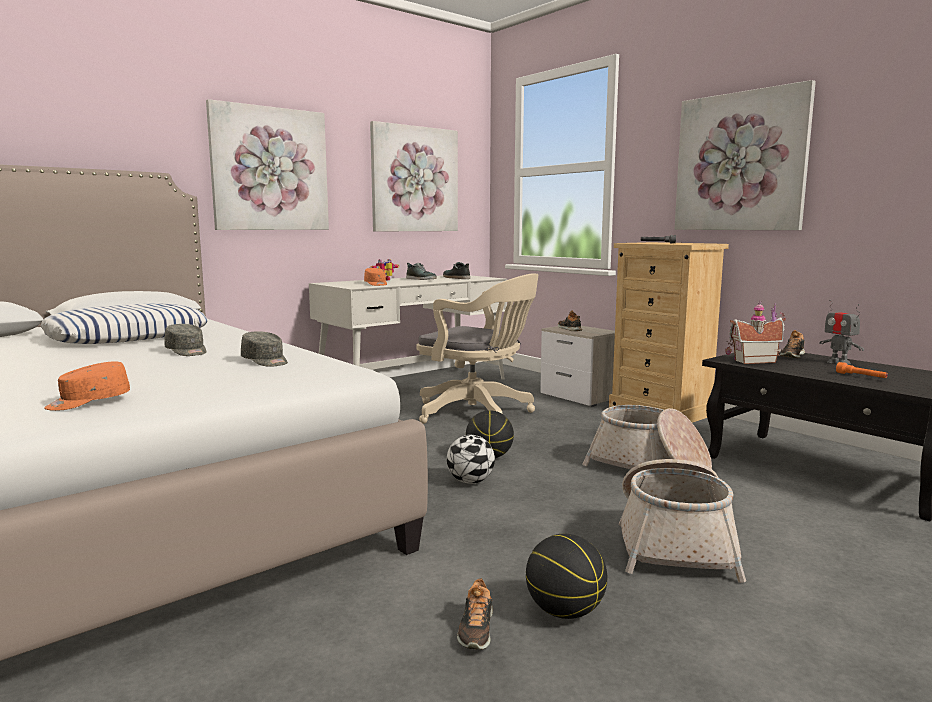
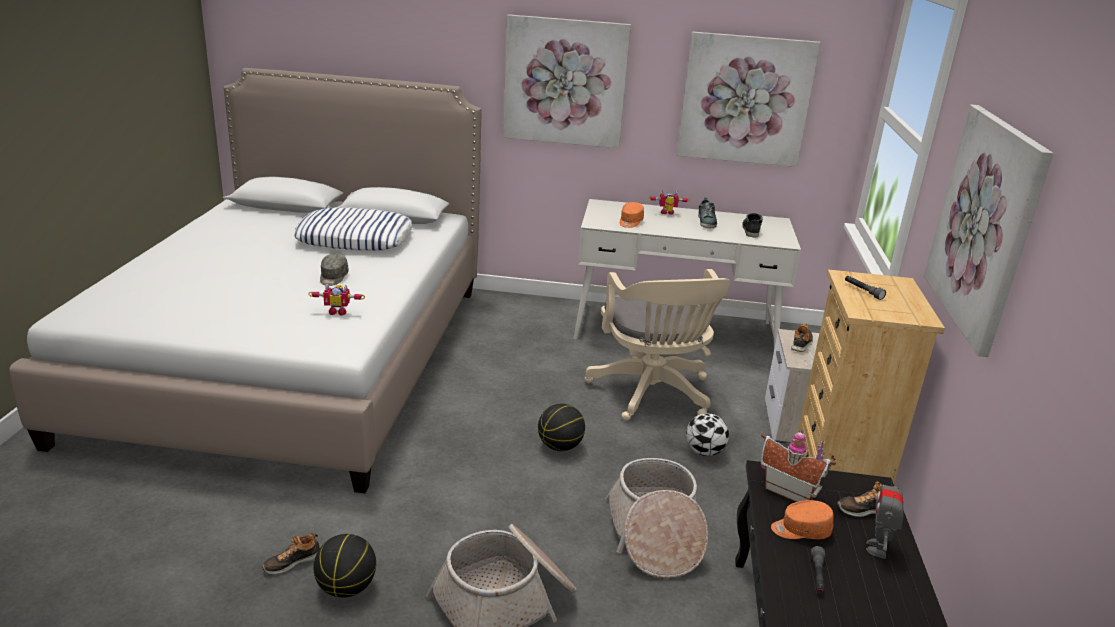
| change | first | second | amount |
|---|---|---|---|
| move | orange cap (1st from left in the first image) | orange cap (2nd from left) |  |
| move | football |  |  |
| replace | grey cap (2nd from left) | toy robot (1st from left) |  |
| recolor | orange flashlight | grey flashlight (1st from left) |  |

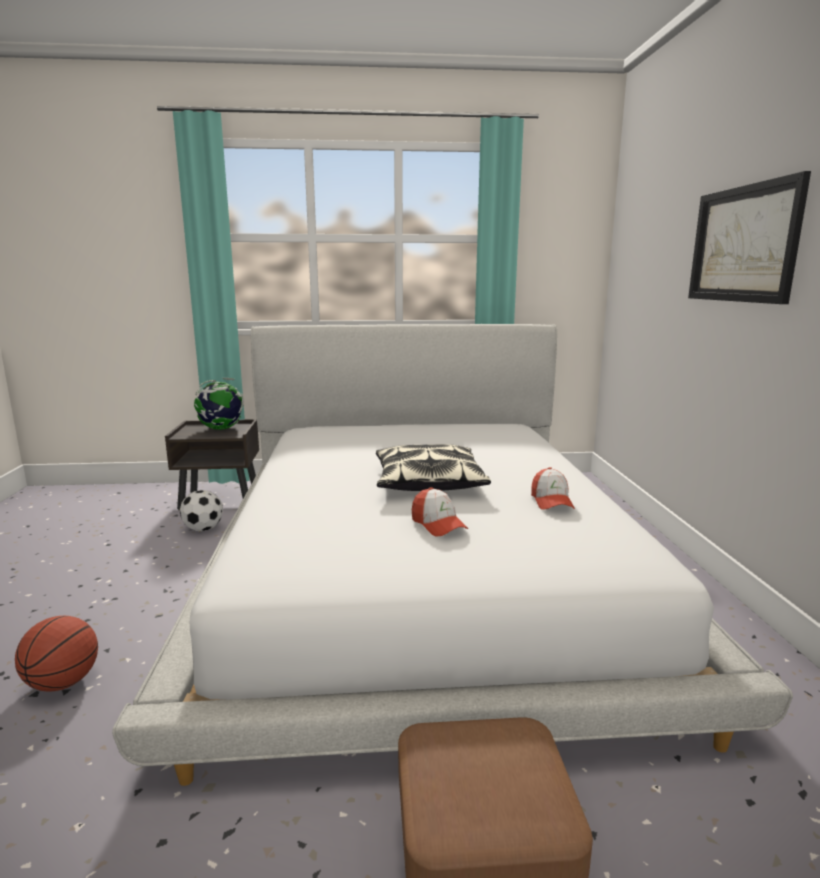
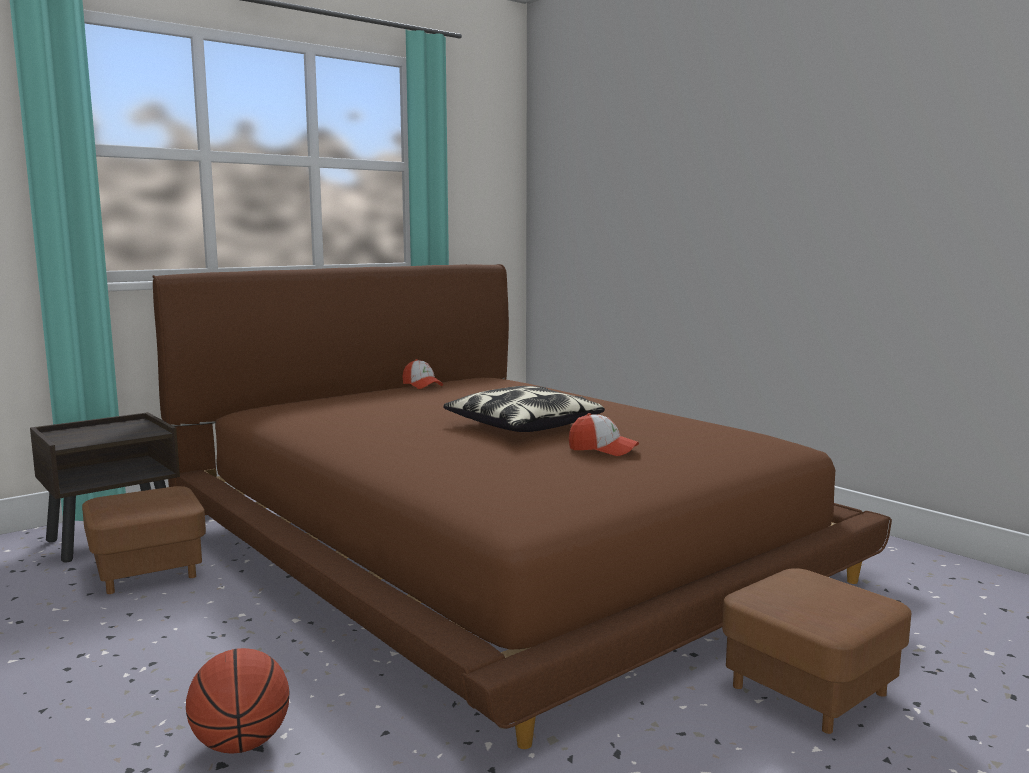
| change | first | second | amount |
|---|---|---|---|
| delete | globe |  |  |
| delete | picture |  |  |
| move | cap (2nd from left in the first image) | cap (1st from left) |  |
| replace | football | brown ottoman (1st from left) |  |
| recolor | white bed | brown bed |  |

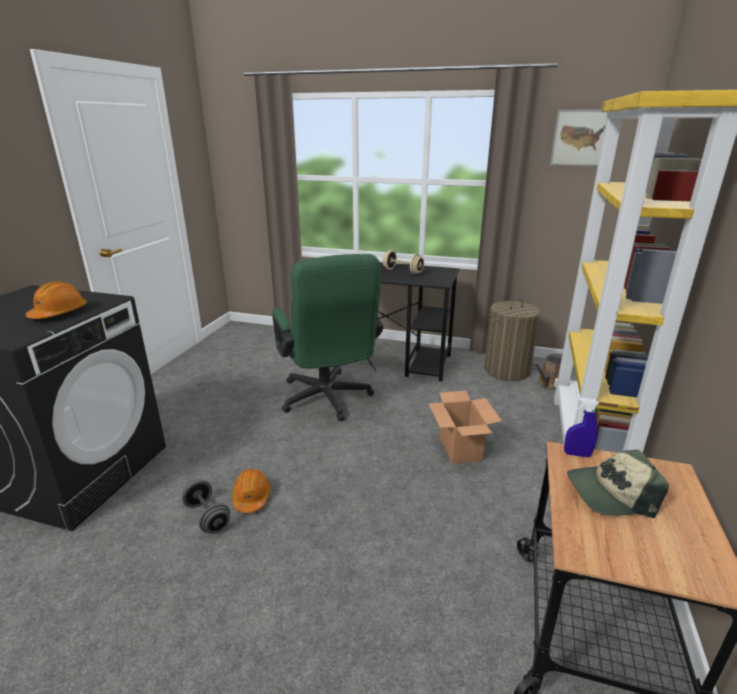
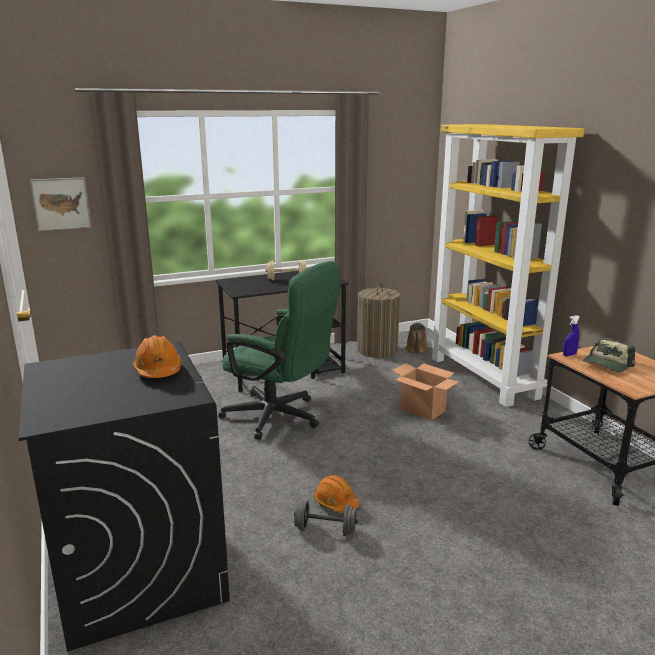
| change | first | second | amount |
|---|---|---|---|
| move | picture |  |  |

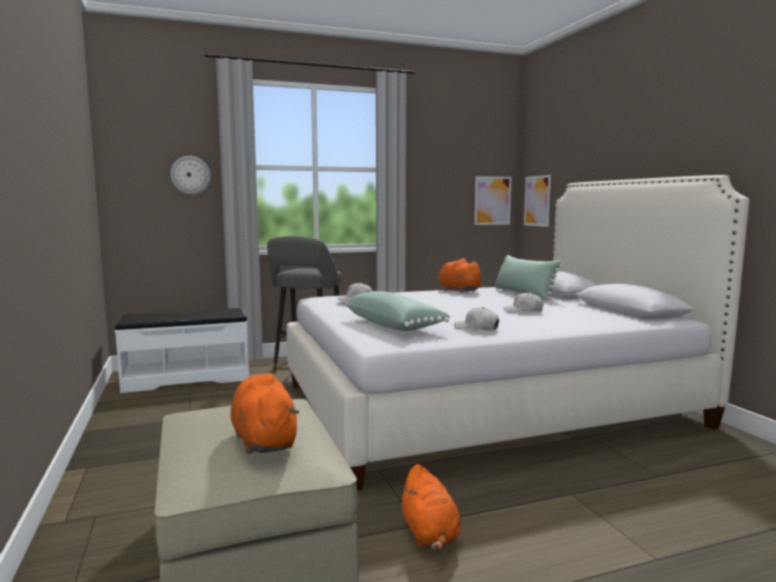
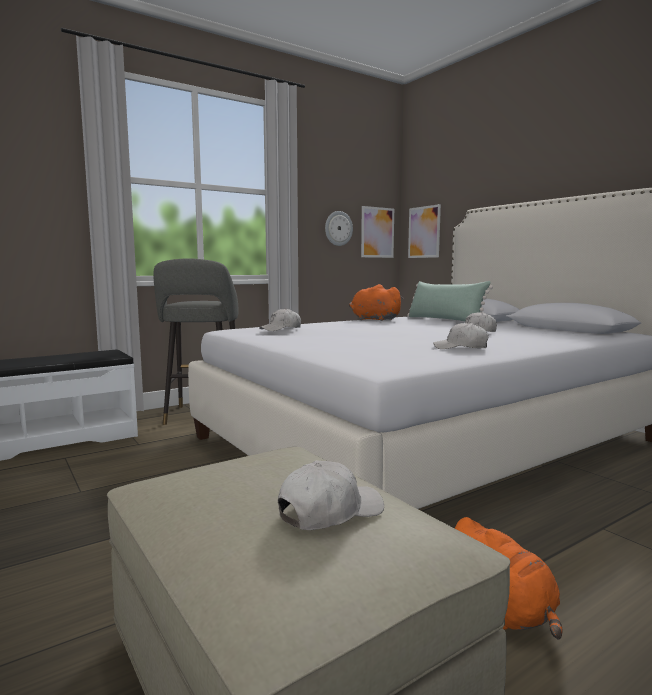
| change | first | second | amount |
|---|---|---|---|
| delete | green pillow (1st from left) |  |  |
| move | wall clock |  |  |
| replace | orange plush toy (1st from left) | white cap (2nd from left) |  |

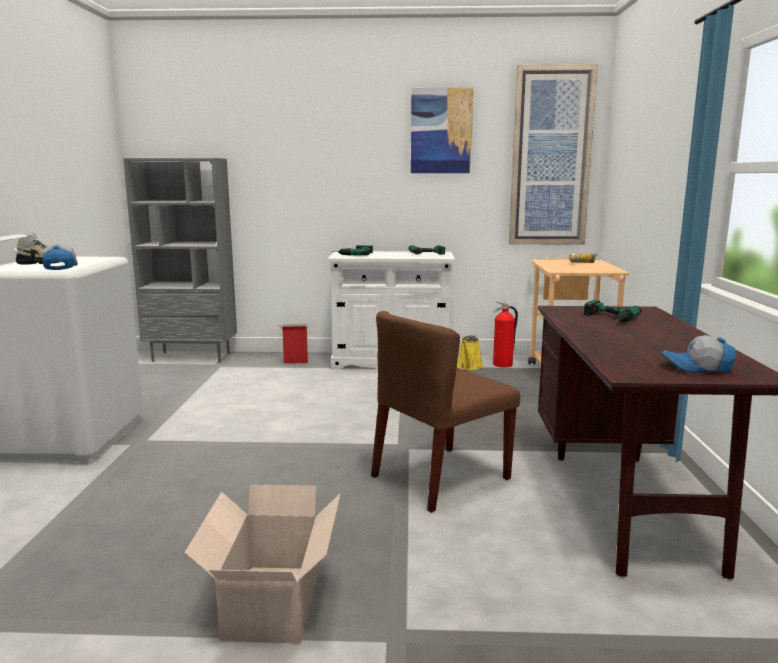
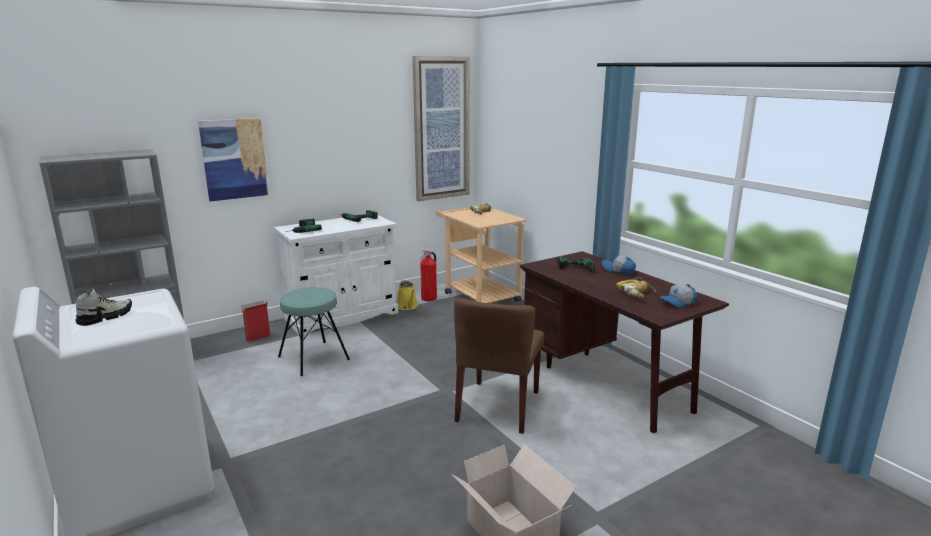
| change | first | second | amount |
|---|---|---|---|
| insert |  | turquoise stool |  |
| insert |  | power drill (5th from left) |  |
| move | cap (1st from left) |  |  |
| move | picture (1st from left) |  |  |

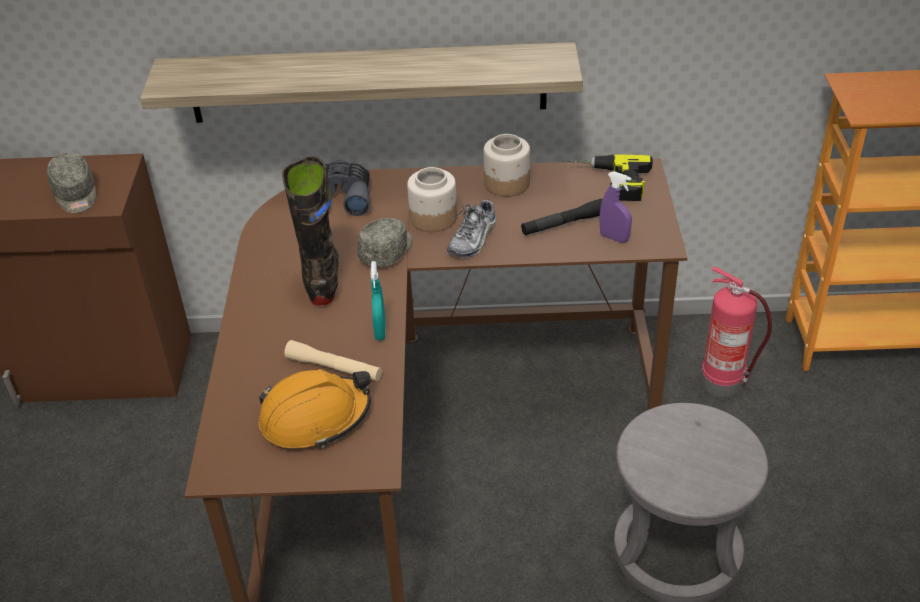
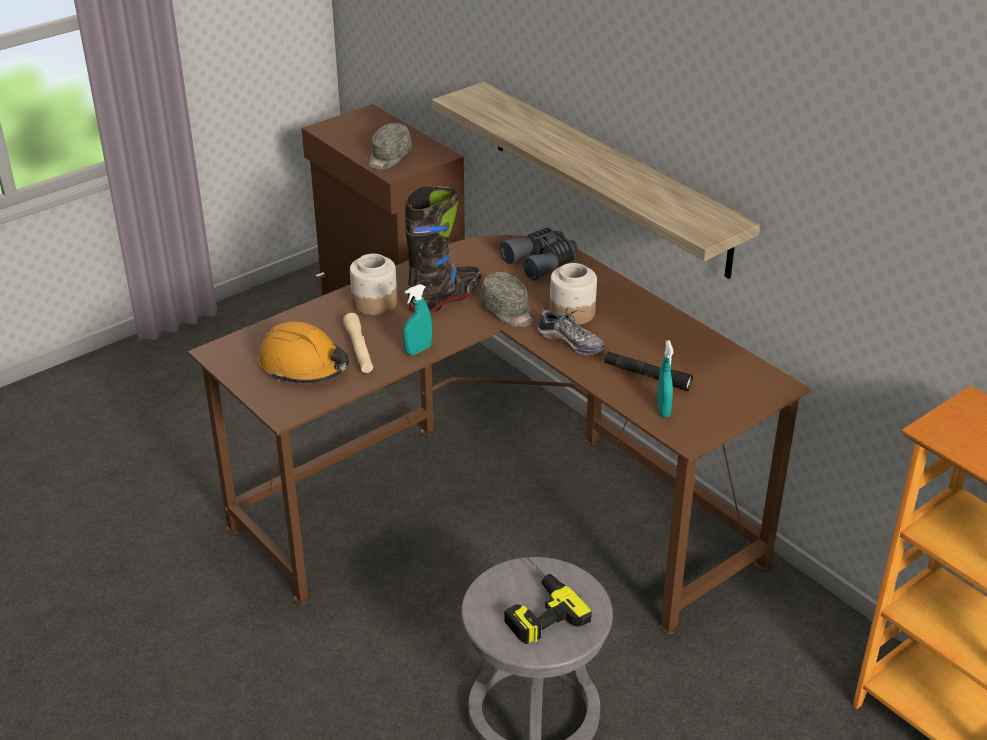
| change | first | second | amount |
|---|---|---|---|
| delete | fire extinguisher |  |  |
| move | jar (2nd from left in the first image) | jar (1st from left) |  |
| move | power drill |  |  |
| recolor | purple spray bottle | turquoise spray bottle (2nd from left) |  |
| rotate | grey cap (2nd from left) |  | 60 degrees clockwise |
| rotate | shoe |  | 135 degrees counterclockwise |

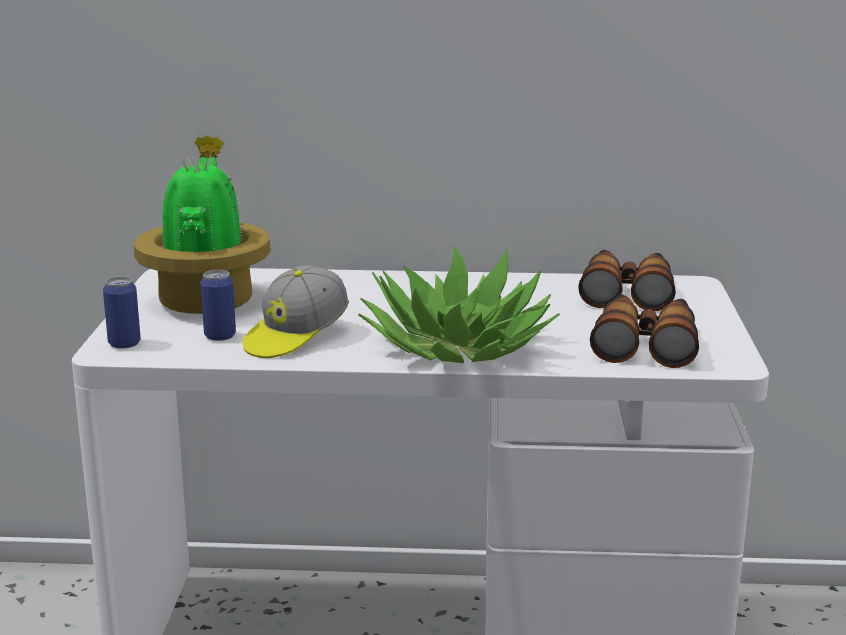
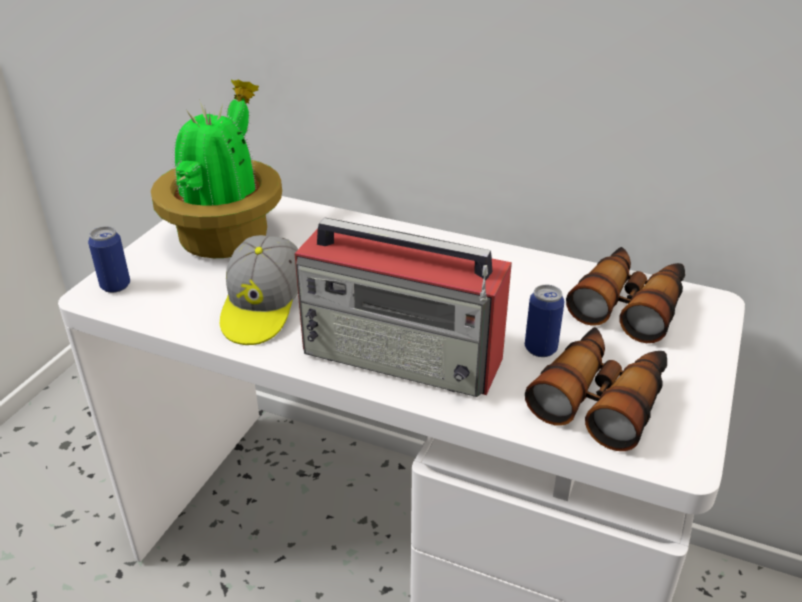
| change | first | second | amount |
|---|---|---|---|
| move | can (2nd from left) |  |  |
| replace | potted plant (2nd from left) | radio |  |
| rotate | cap |  | 45 degrees counterclockwise |

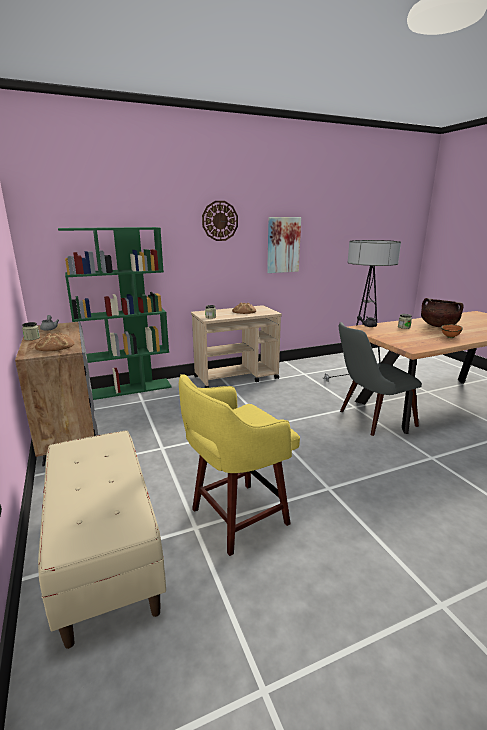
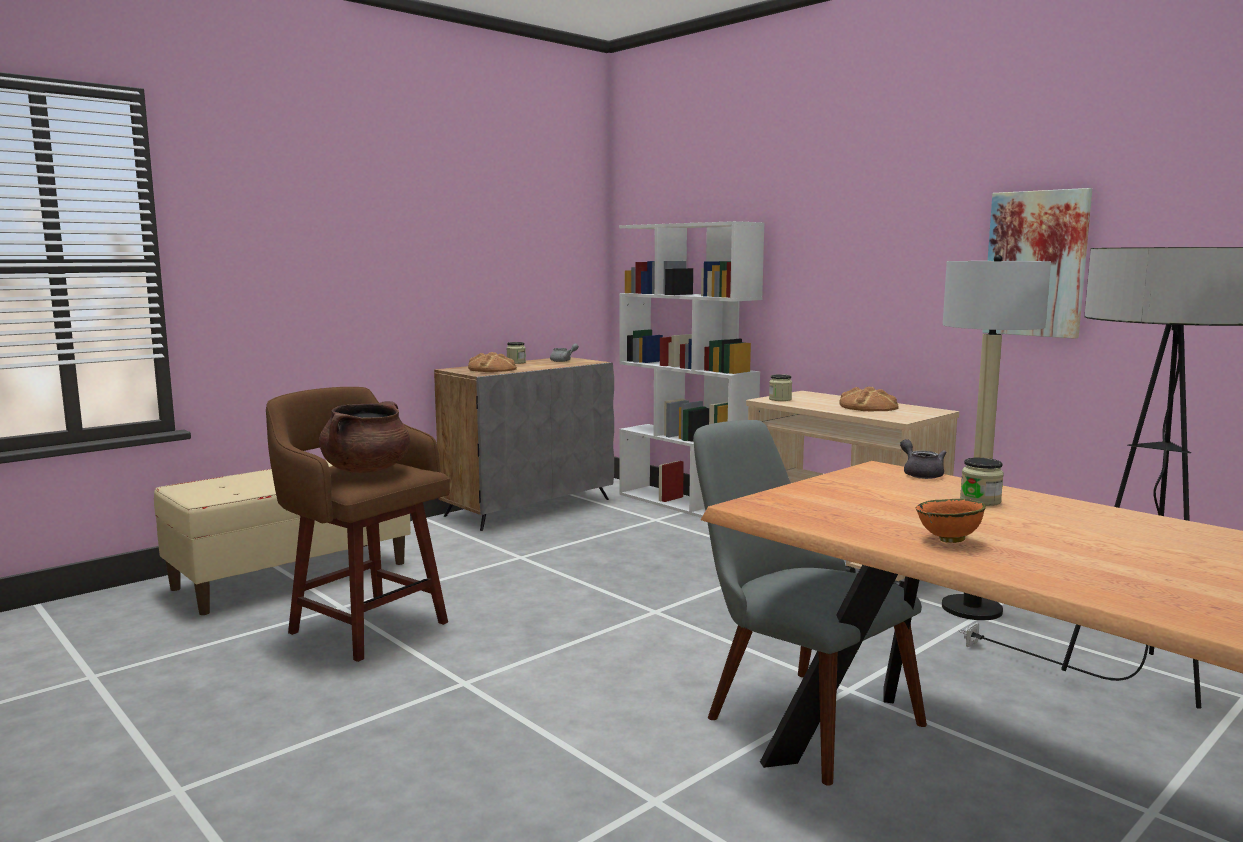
| change | first | second | amount |
|---|---|---|---|
| delete | wall clock |  |  |
| insert |  | floor lamp (1st from left) |  |
| move | brown cooking pot |  |  |
| recolor | green bookcase | white bookcase |  |
| recolor | yellow stool | brown stool |  |

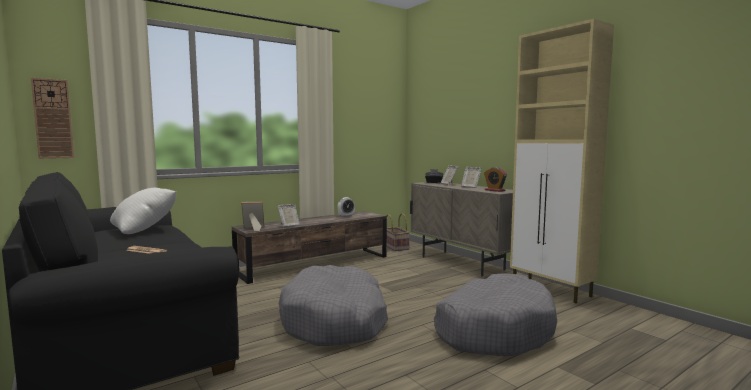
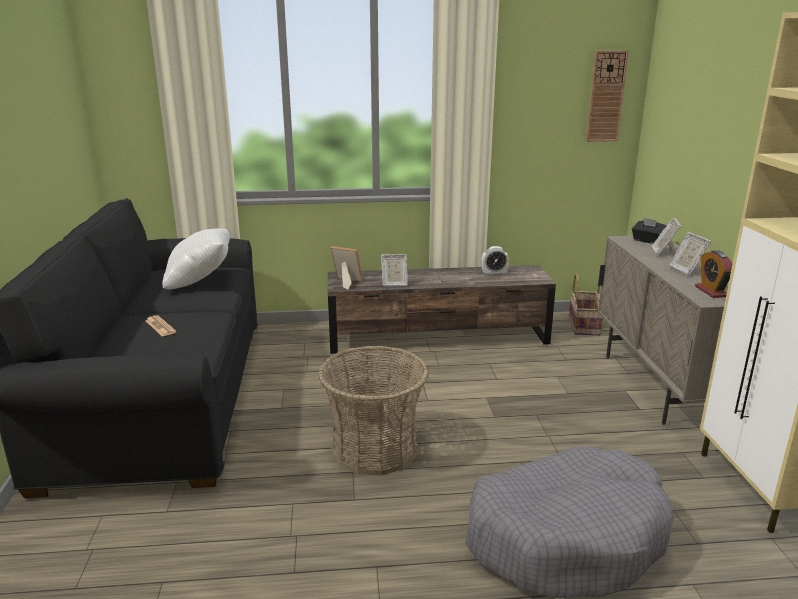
| change | first | second | amount |
|---|---|---|---|
| move | wall clock |  |  |
| replace | grey dog bed (1st from left) | basket (1st from left) |  |

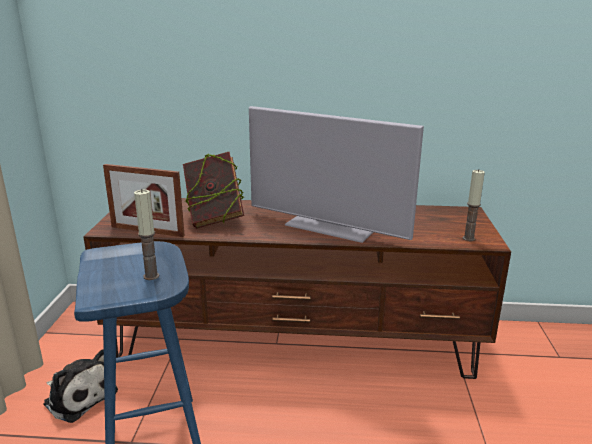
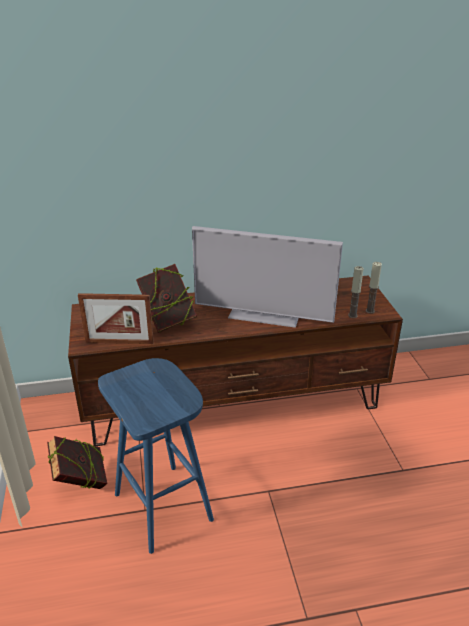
| change | first | second | amount |
|---|---|---|---|
| move | candle (1st from left) |  |  |
| replace | plush toy | book (1st from left) |  |

